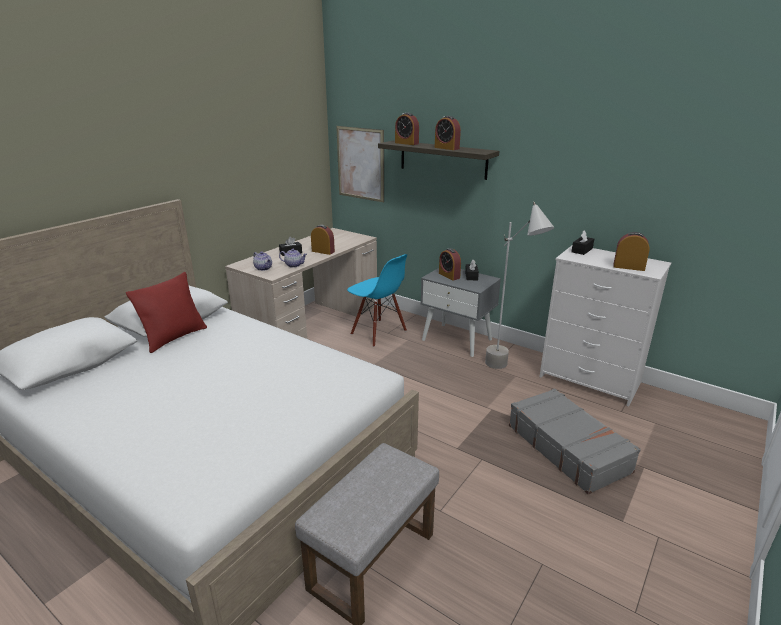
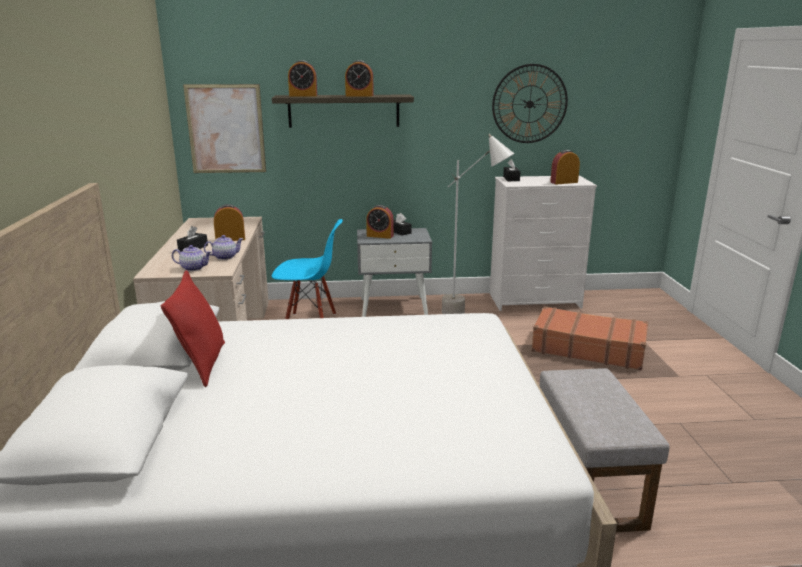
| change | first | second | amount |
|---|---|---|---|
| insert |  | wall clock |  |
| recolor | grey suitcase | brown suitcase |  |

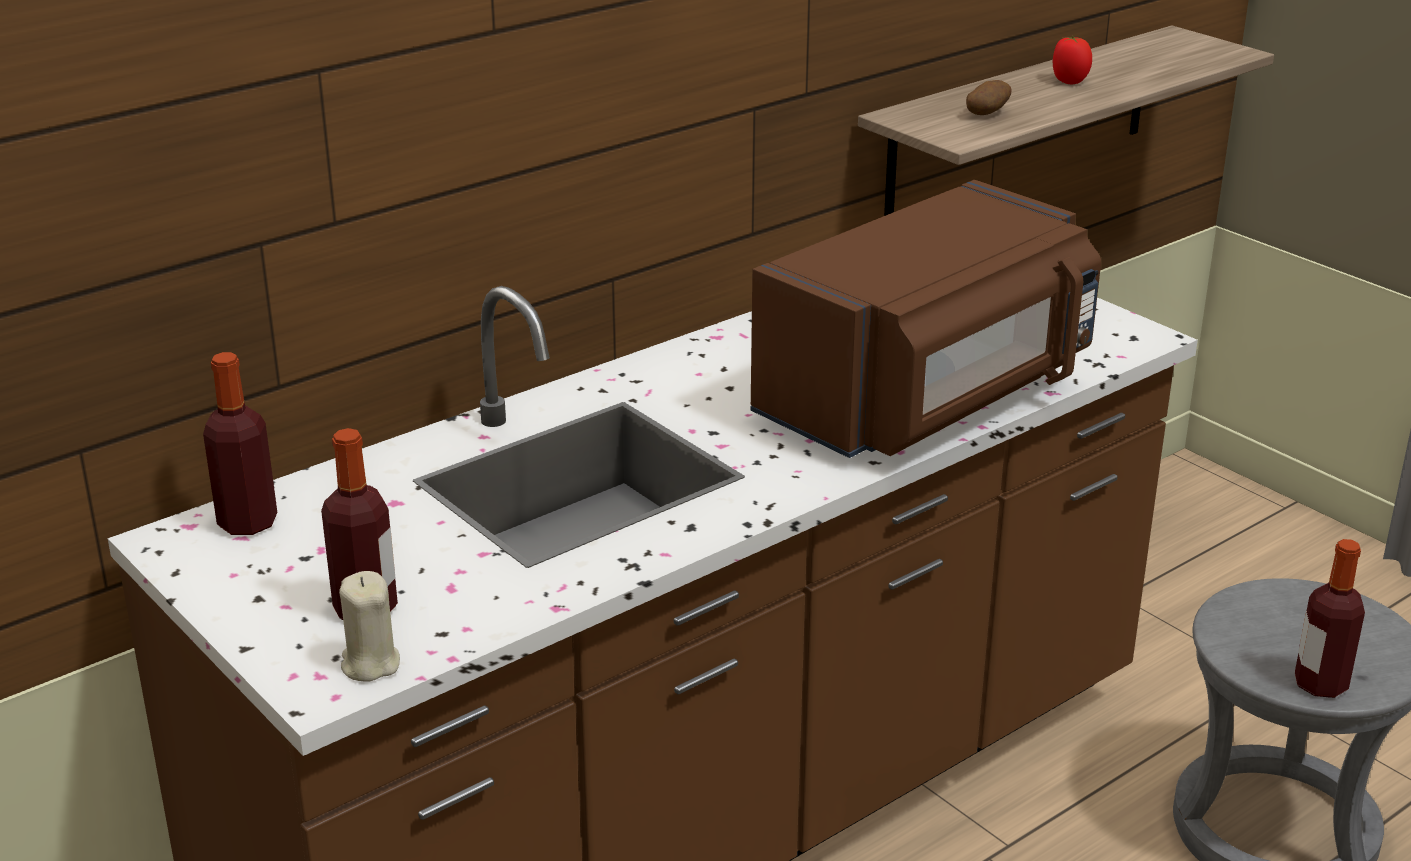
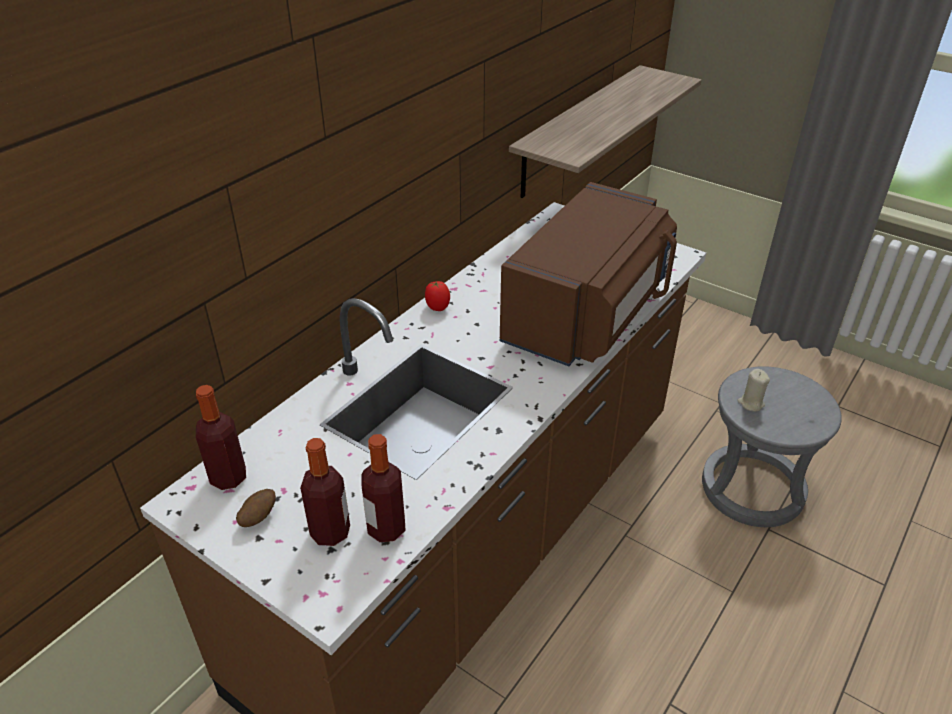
| change | first | second | amount |
|---|---|---|---|
| move | beige candle |  |  |
| move | potato |  |  |
| move | tomato |  |  |
| move | bottle (3rd from left) |  |  |

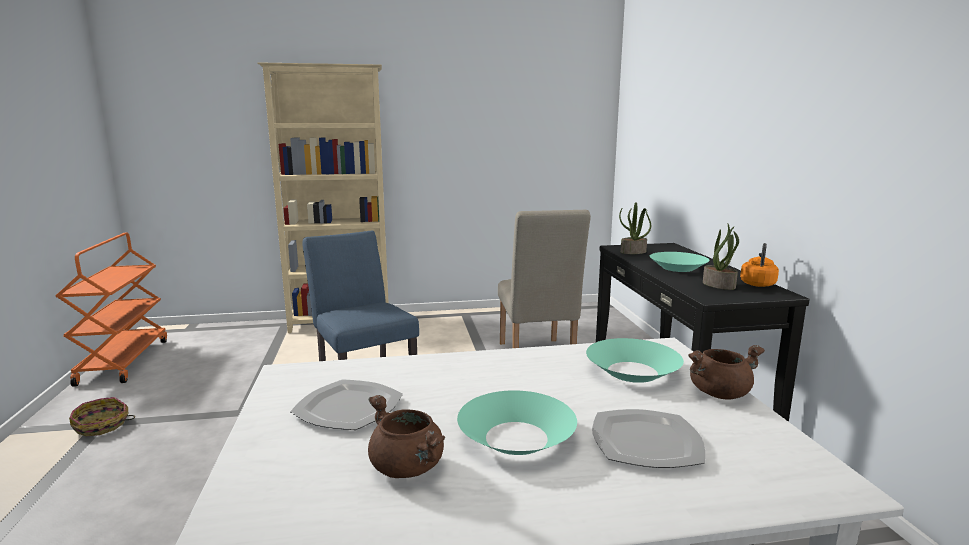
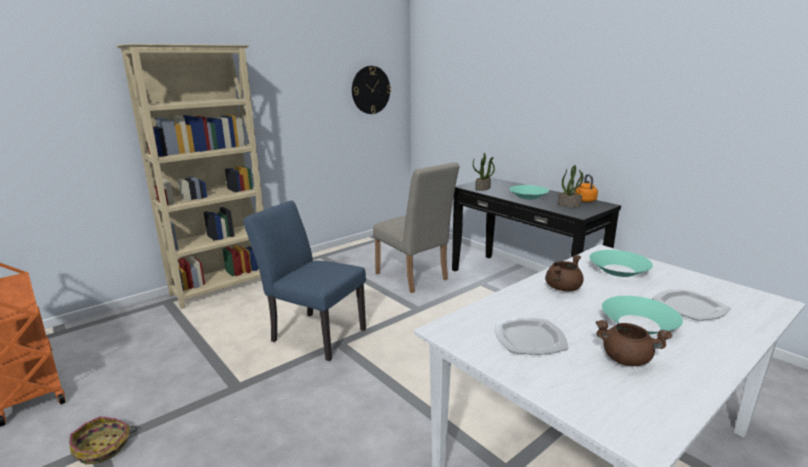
| change | first | second | amount |
|---|---|---|---|
| insert |  | wall clock |  |
| move | brown cooking pot (2nd from left in the first image) | brown cooking pot (1st from left) |  |

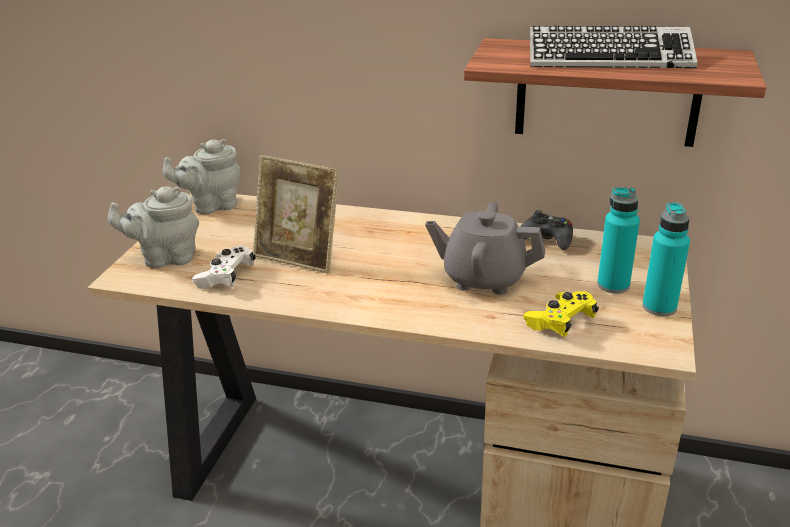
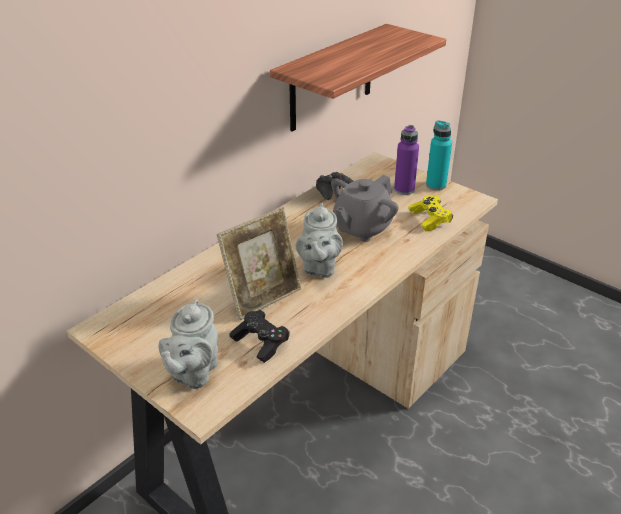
| change | first | second | amount |
|---|---|---|---|
| delete | keyboard |  |  |
| move | grey teapot (2nd from left) |  |  |
| recolor | white game controller | black game controller (1st from left) |  |
| recolor | turquoise bottle (1st from left) | purple bottle |  |

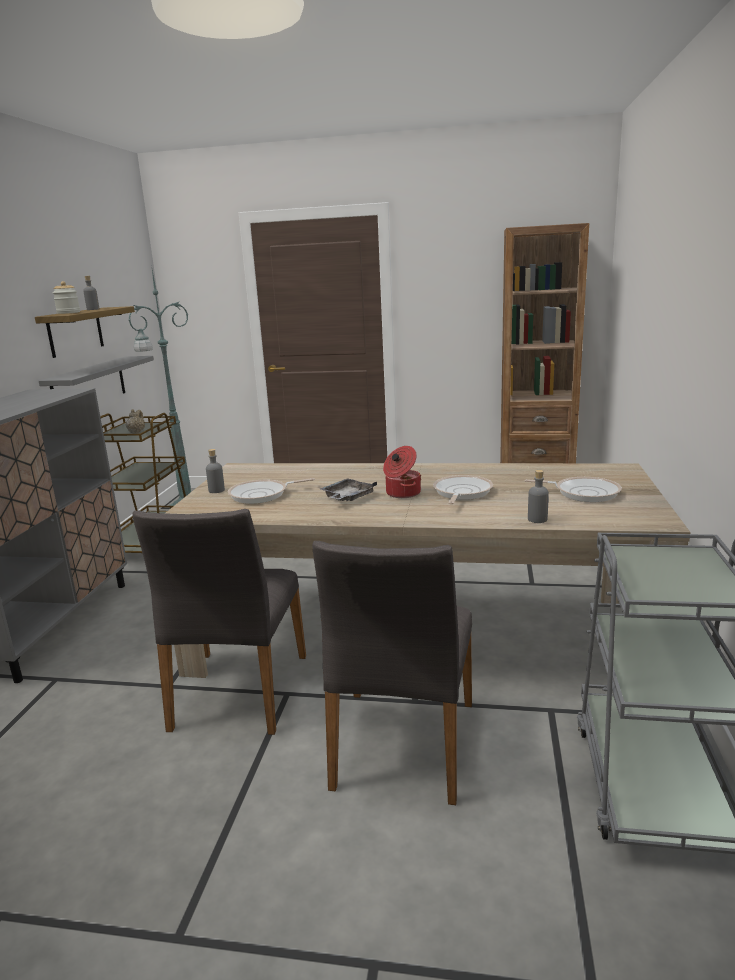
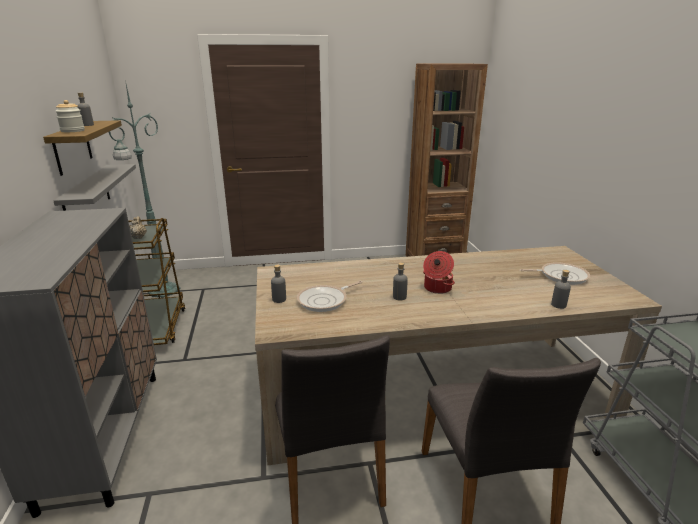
| change | first | second | amount |
|---|---|---|---|
| delete | frying pan (2nd from left) |  |  |
| replace | grey tray | grey bottle (3rd from left) |  |

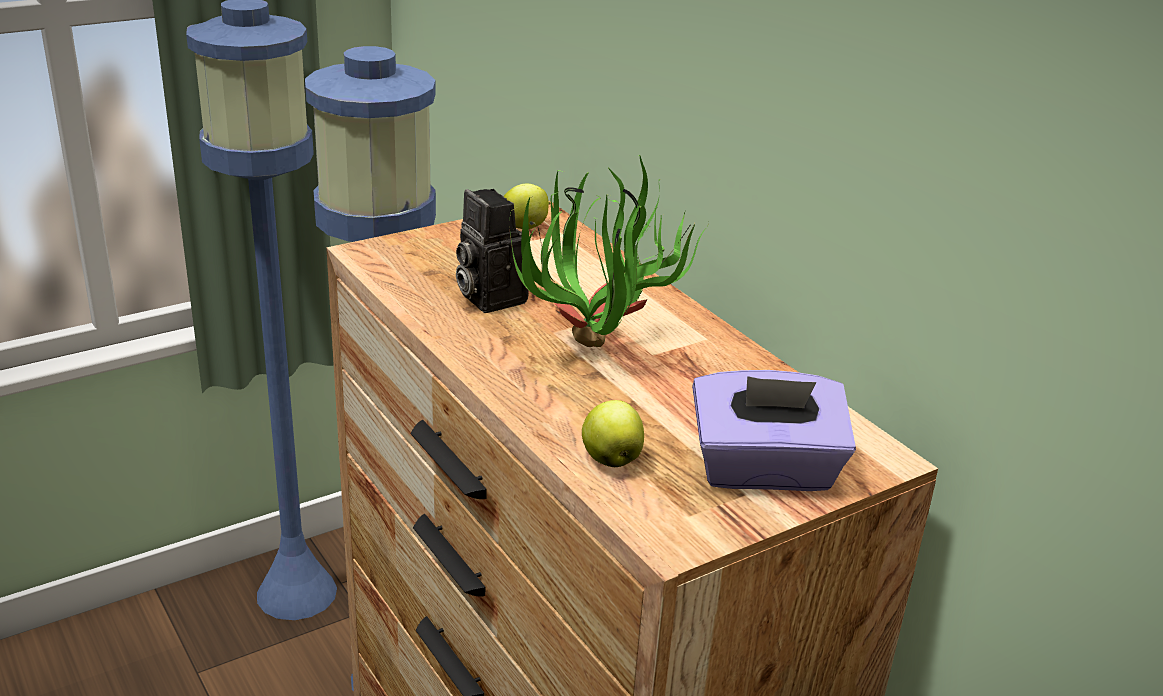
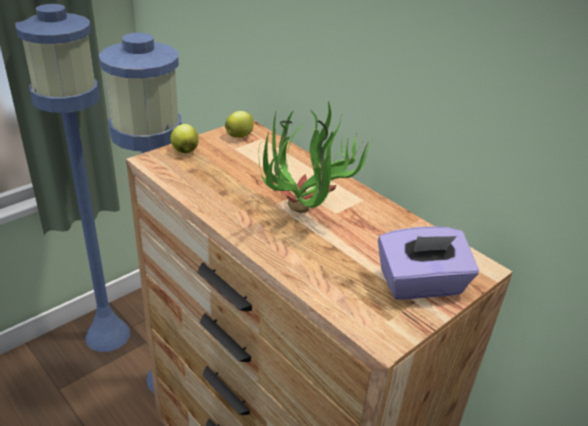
| change | first | second | amount |
|---|---|---|---|
| delete | photo camera |  |  |
| move | apple (2nd from left in the first image) | apple (1st from left) |  |

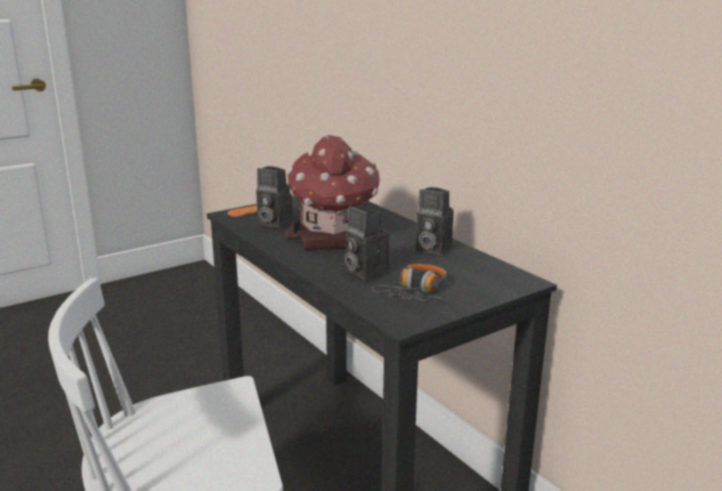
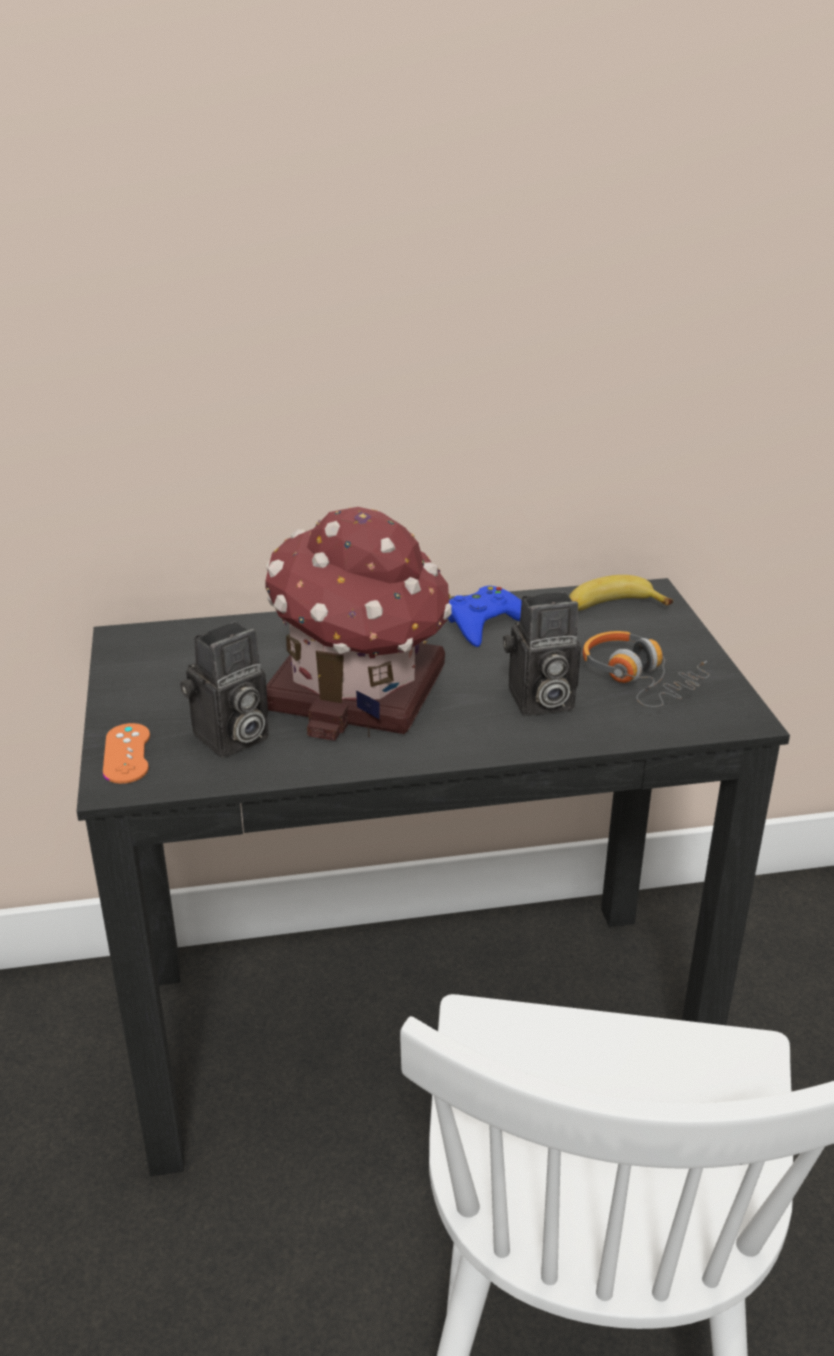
| change | first | second | amount |
|---|---|---|---|
| insert |  | banana |  |
| replace | photo camera (3rd from left) | blue game controller |  |

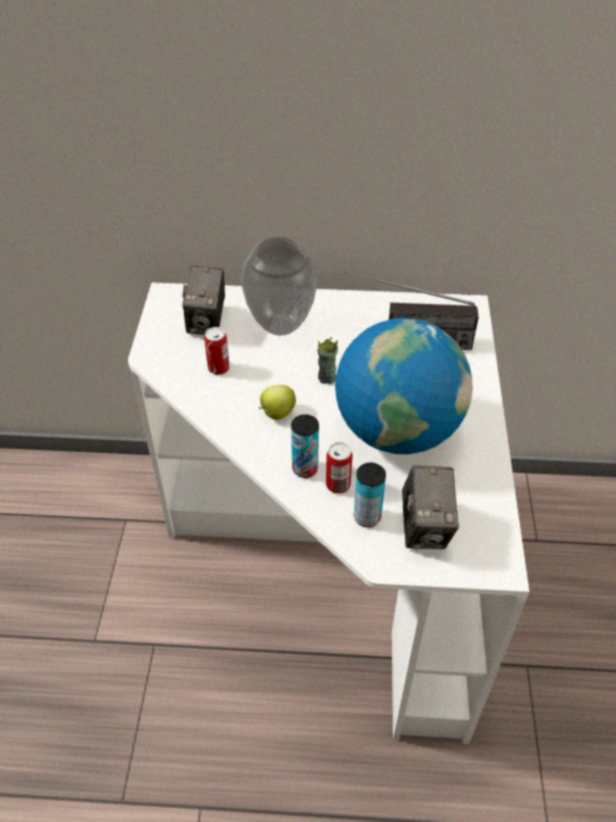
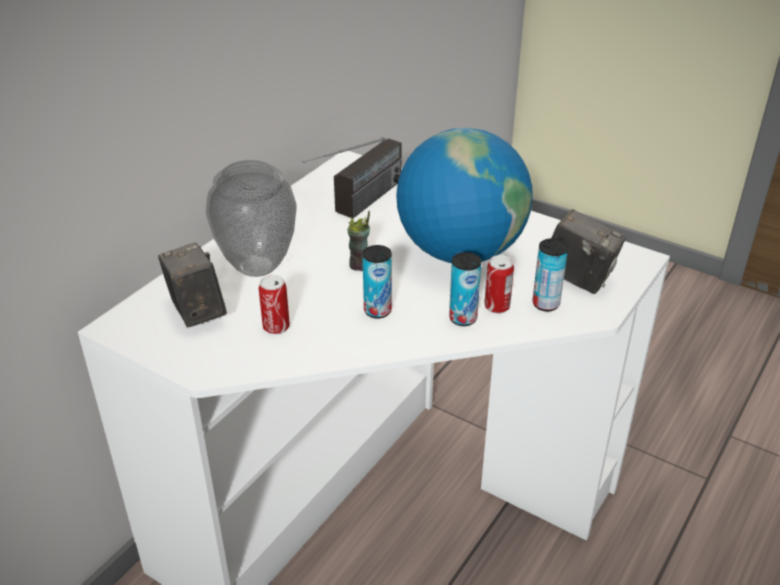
| change | first | second | amount |
|---|---|---|---|
| replace | apple | can (2nd from left) |  |
| rotate | photo camera (1st from left) |  | 150 degrees counterclockwise |

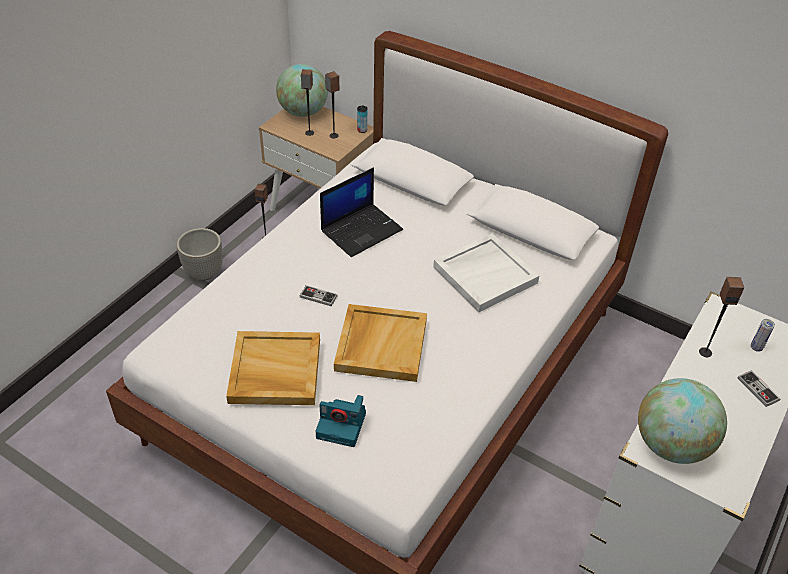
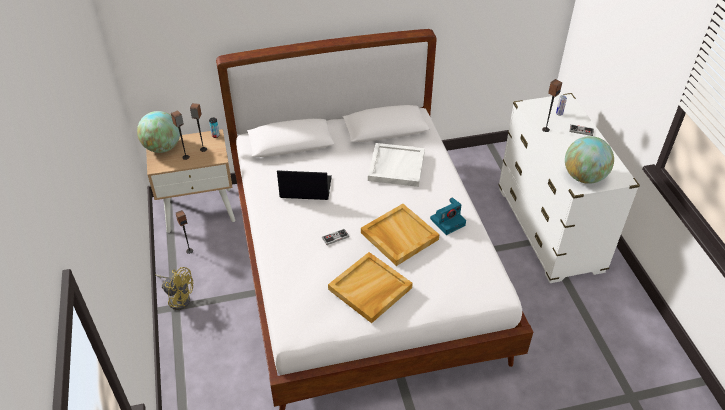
| change | first | second | amount |
|---|---|---|---|
| move | photo camera |  |  |
| replace | planter | yellow fan |  |
| rotate | laptop |  | 90 degrees counterclockwise |

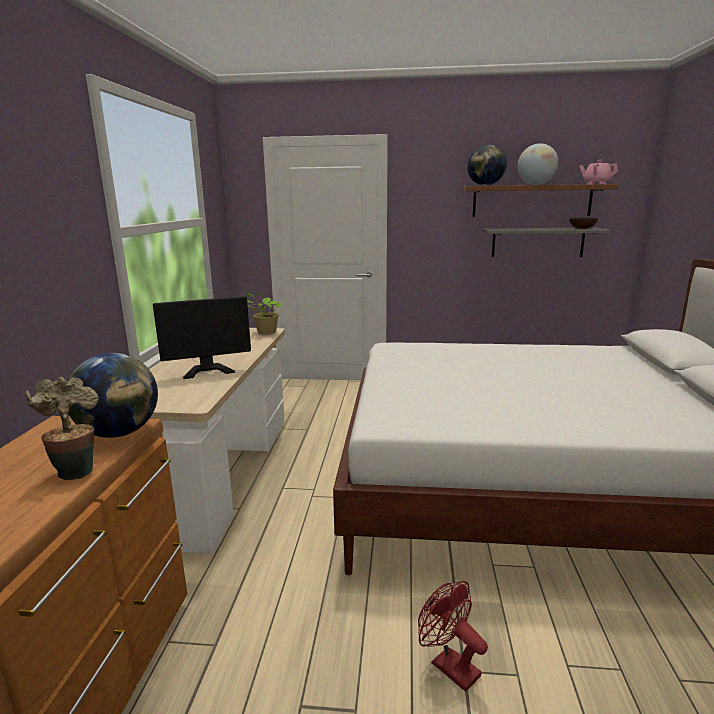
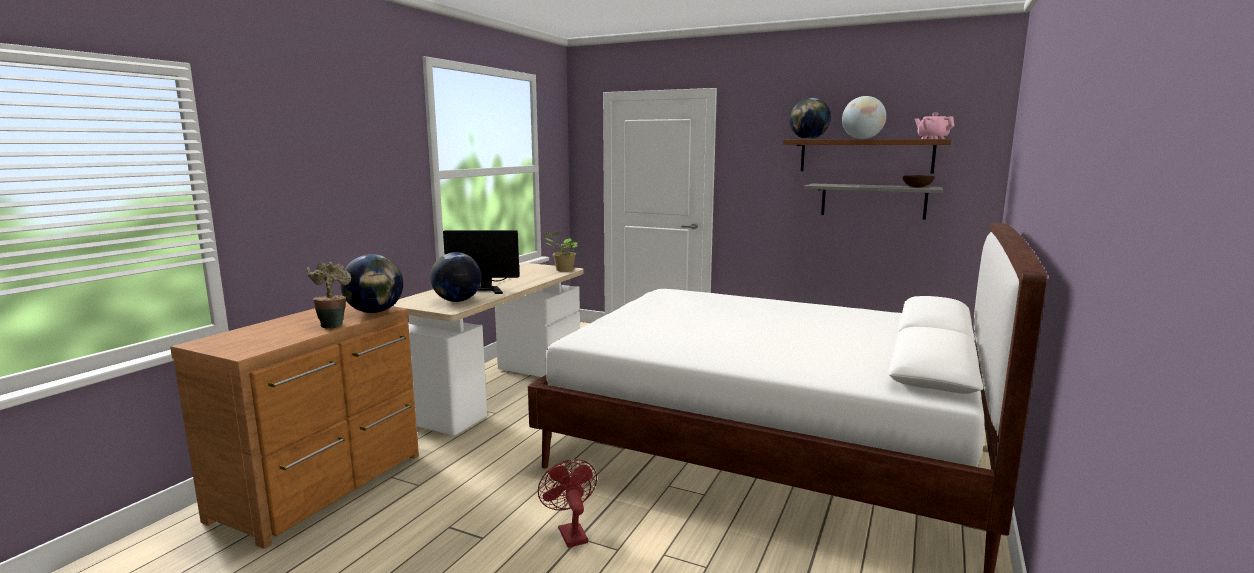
| change | first | second | amount |
|---|---|---|---|
| insert |  | globe (2nd from left) |  |

